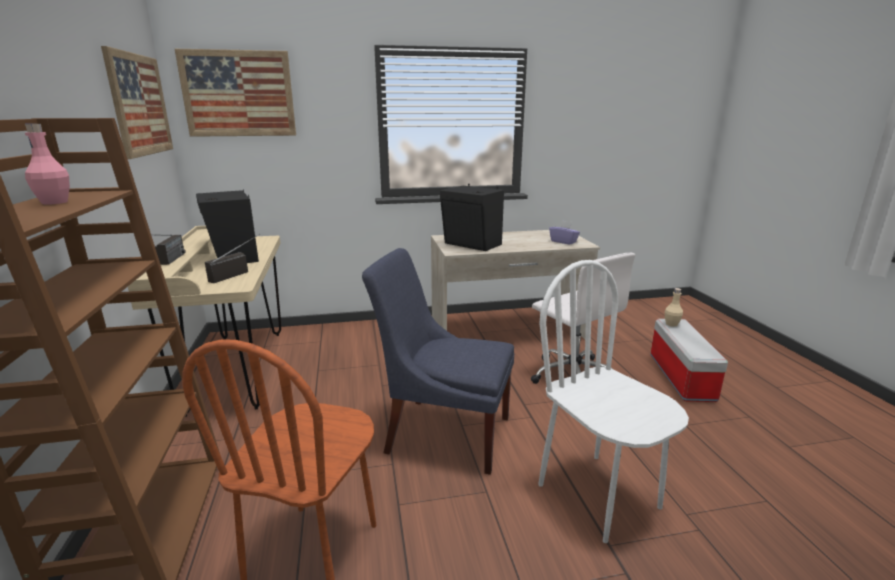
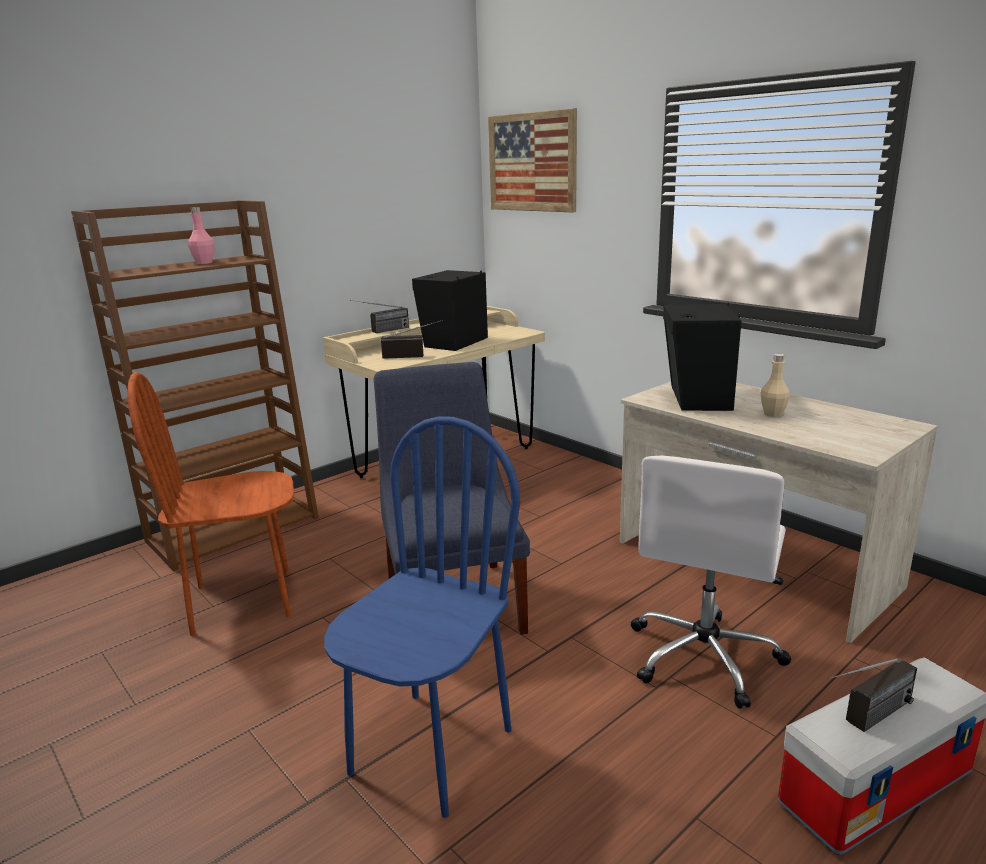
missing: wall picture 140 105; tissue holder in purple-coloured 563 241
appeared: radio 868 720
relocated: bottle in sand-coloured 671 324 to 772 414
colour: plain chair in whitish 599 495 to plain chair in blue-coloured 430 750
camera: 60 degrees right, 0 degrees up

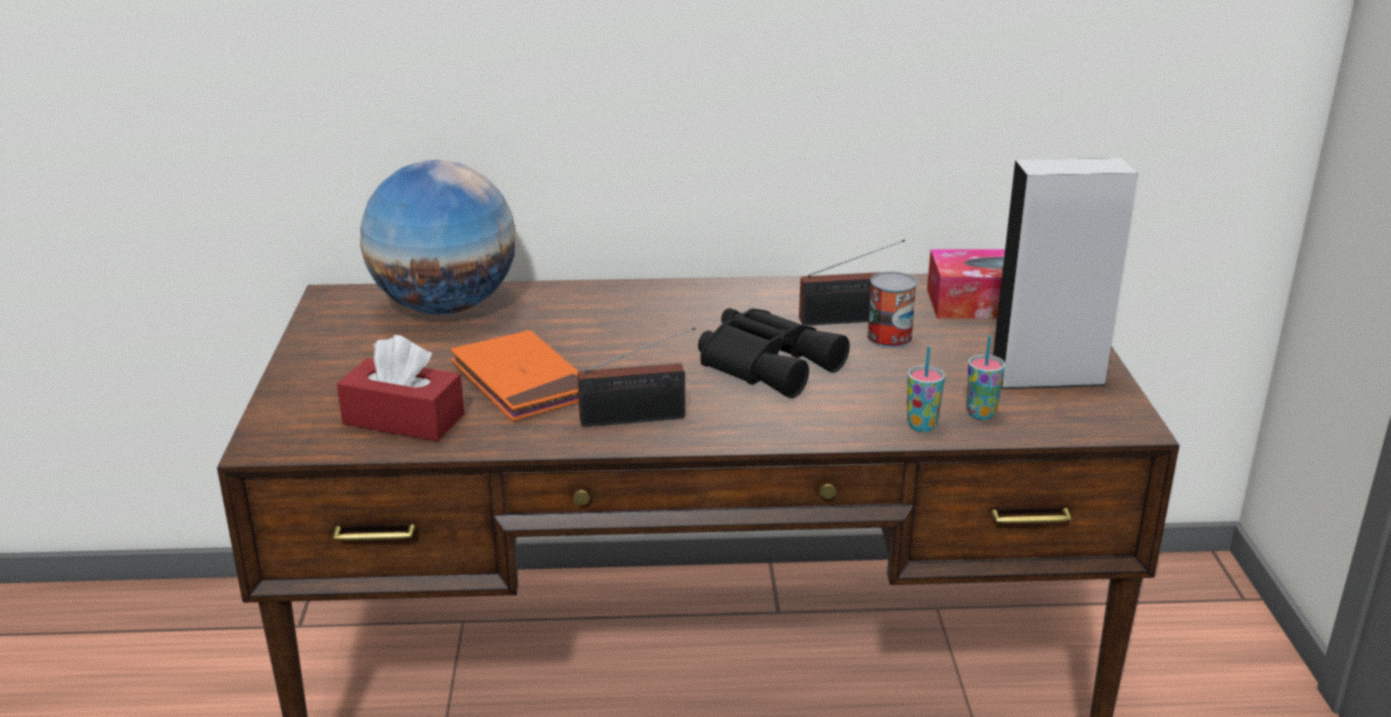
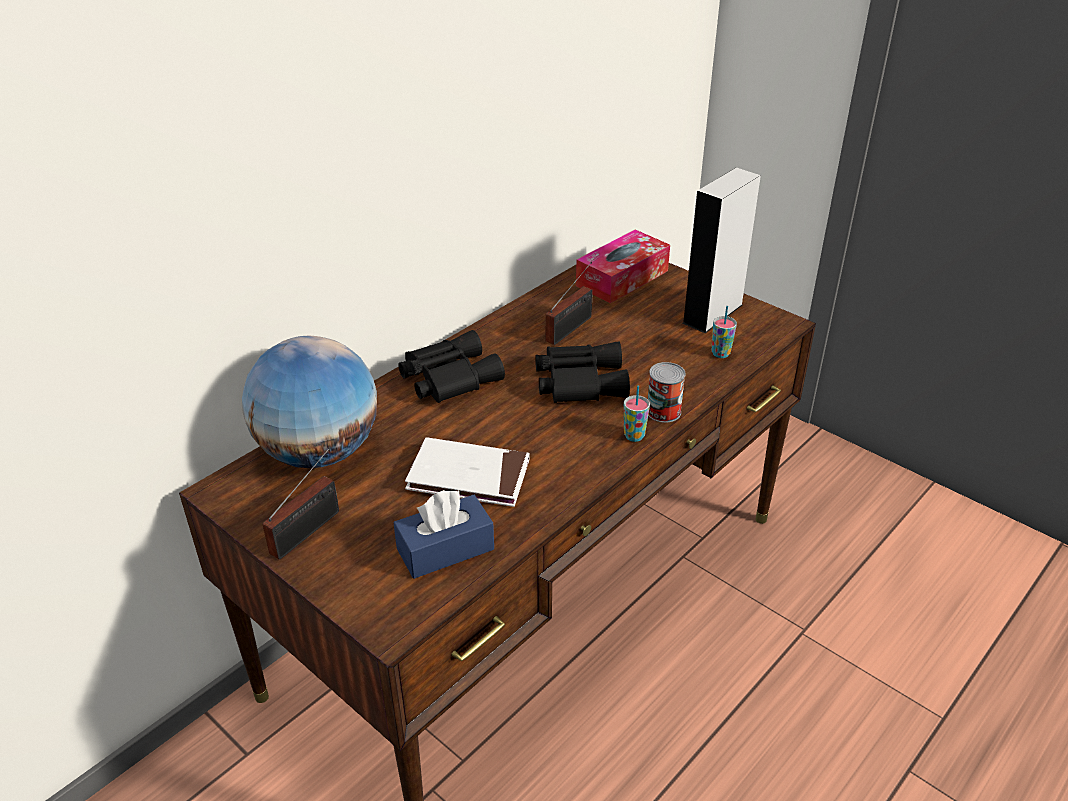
appeared: field glasses in black 447 377
relocated: radio 638 418 to 309 530; cup 921 426 to 634 436; metal can 889 337 to 663 411
colour: tissue holder in red 403 419 to tissue holder in blue-coloured 445 549; volume in orange 522 382 to volume in whitish 468 476
camera: 45 degrees left, 10 degrees up

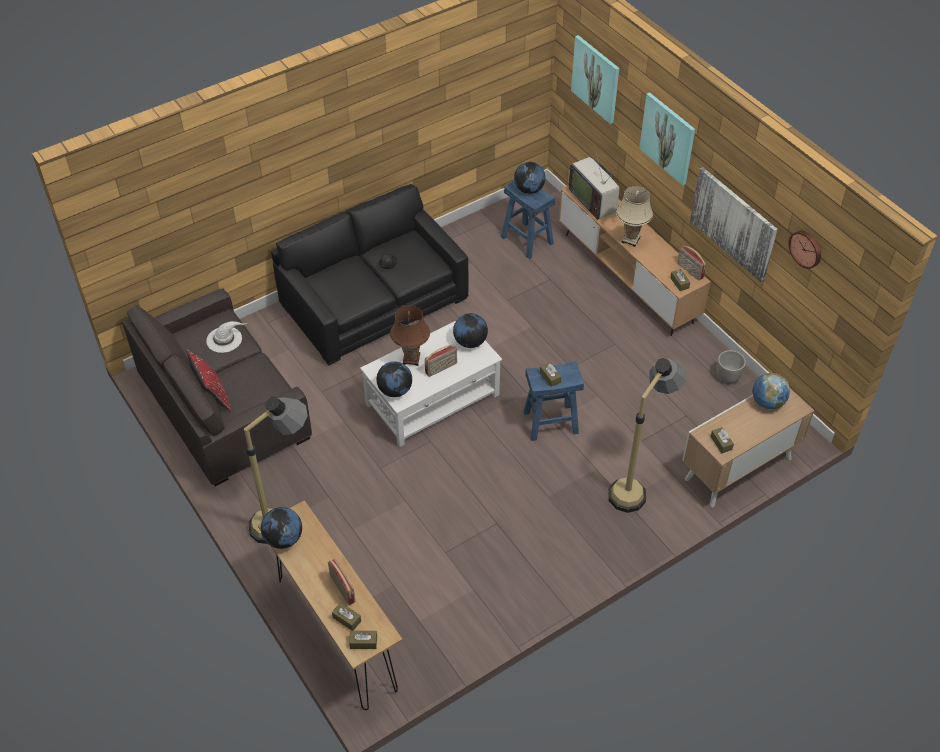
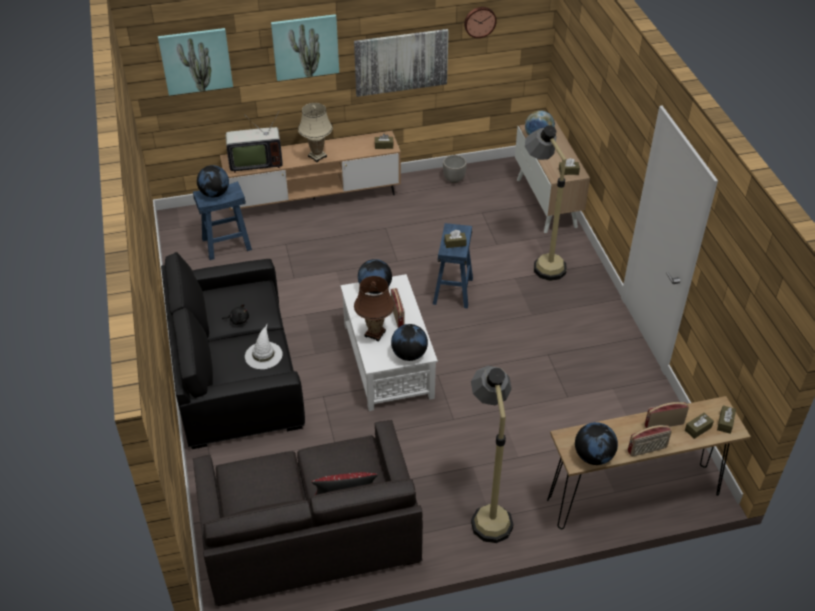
relocated: wearable hat in whitish 224 339 to 263 354; radio 689 271 to 647 450
camera: 70 degrees left, 5 degrees down

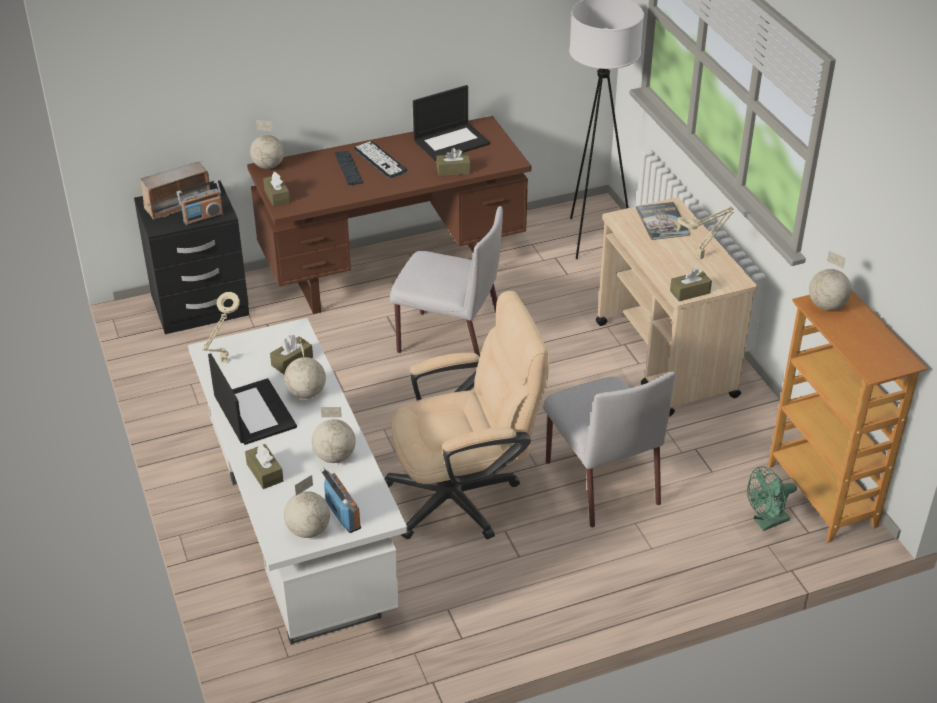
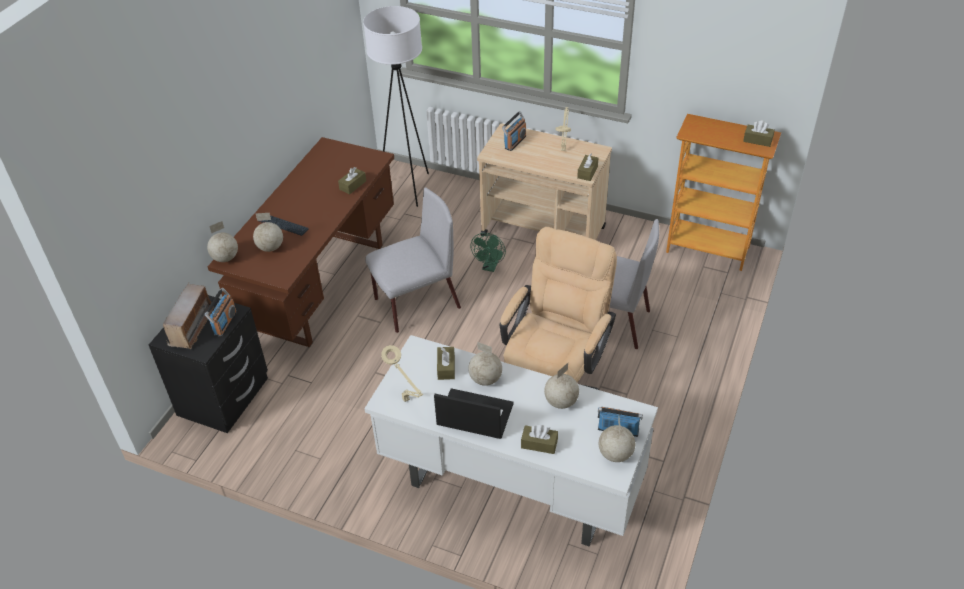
missing: computer keyboard 380 160; portable computer 451 141
relocated: world globe 827 306 to 271 248; cooling fan in greenish 766 522 to 490 267; tissue holder in brown-coloured 277 196 to 757 140
exchanged: volume 662 222 to radio 515 142
camera: 45 degrees left, 5 degrees up

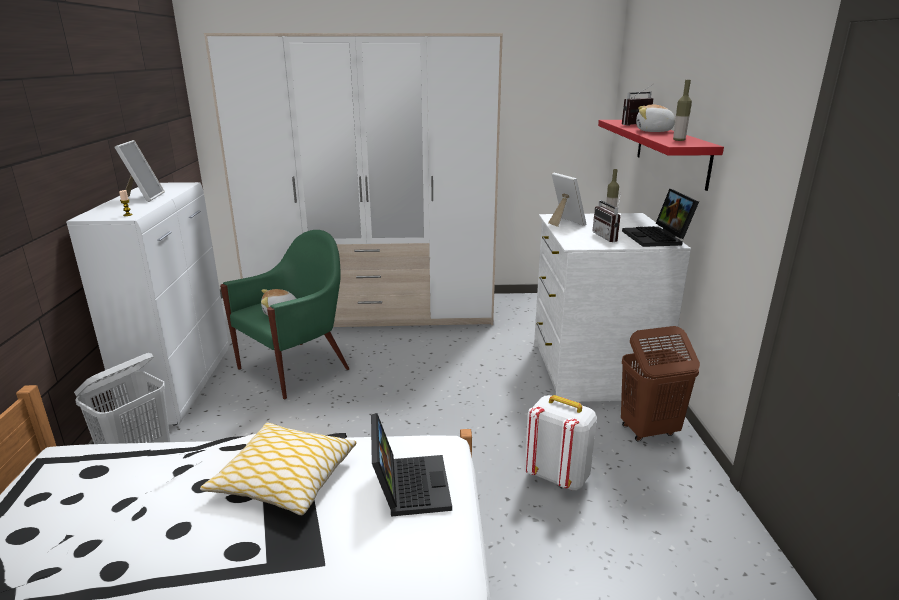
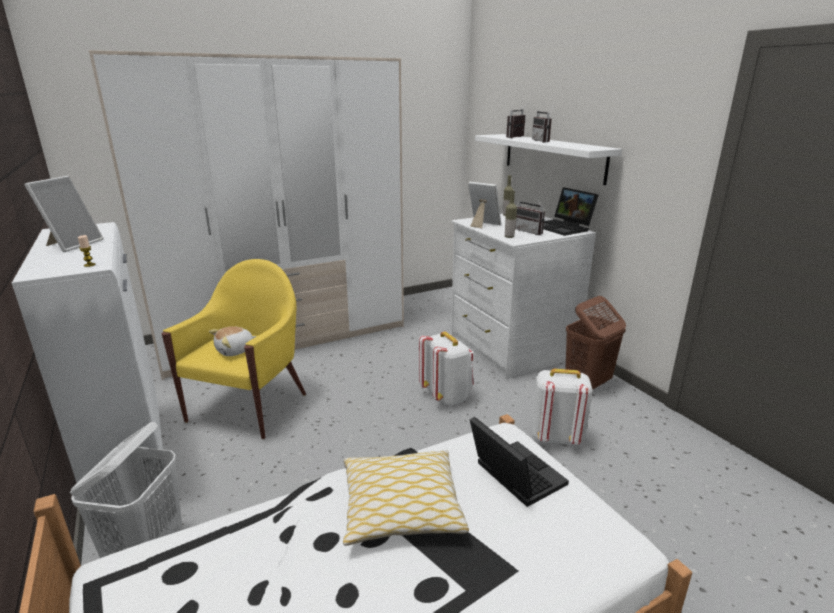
appeared: backpack in whitish 446 396
relocated: bottle 679 140 to 509 237
exchanged: plush toy 654 131 to radio 544 141
colour: lounge chair in greenish 296 368 to lounge chair in yellow 250 406; shelf in red 671 151 to shelf in whitish 553 157
spun: picture frame 143 197 = 72 244 45 degrees clockwise
camera: 25 degrees left, 0 degrees up

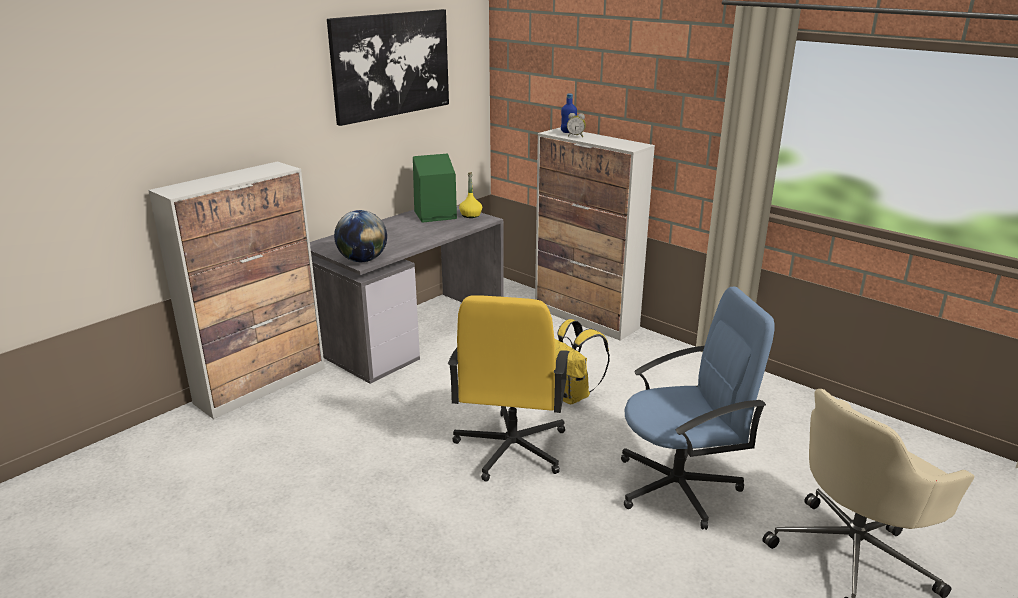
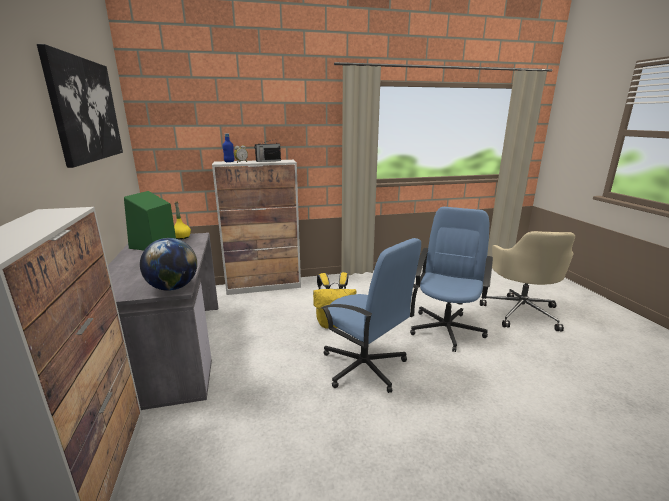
appeared: radio 268 161
colour: computer chair in yellow 511 449 to computer chair in blue-coloured 364 367
camera: 55 degrees left, 5 degrees down

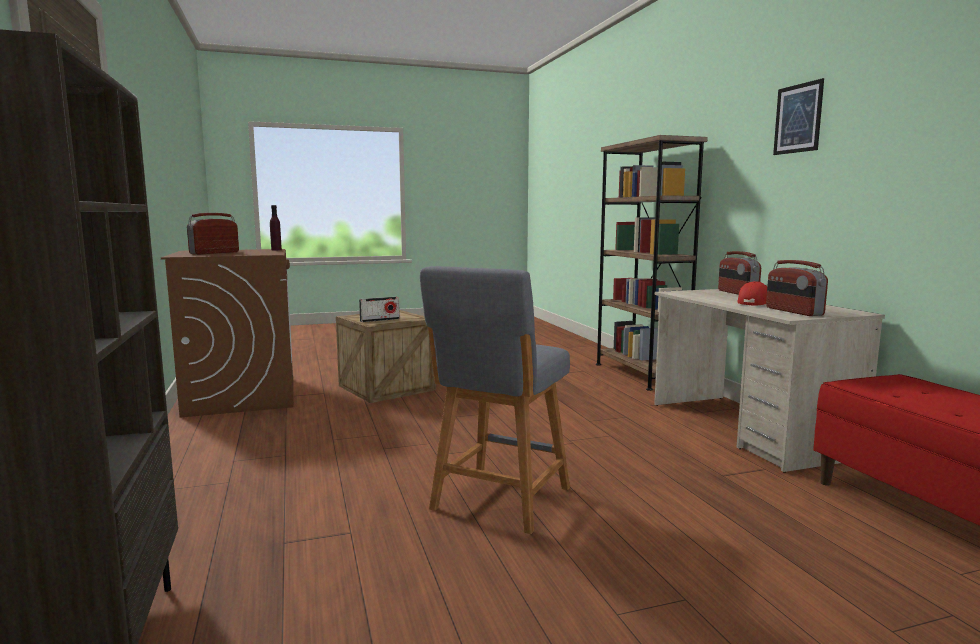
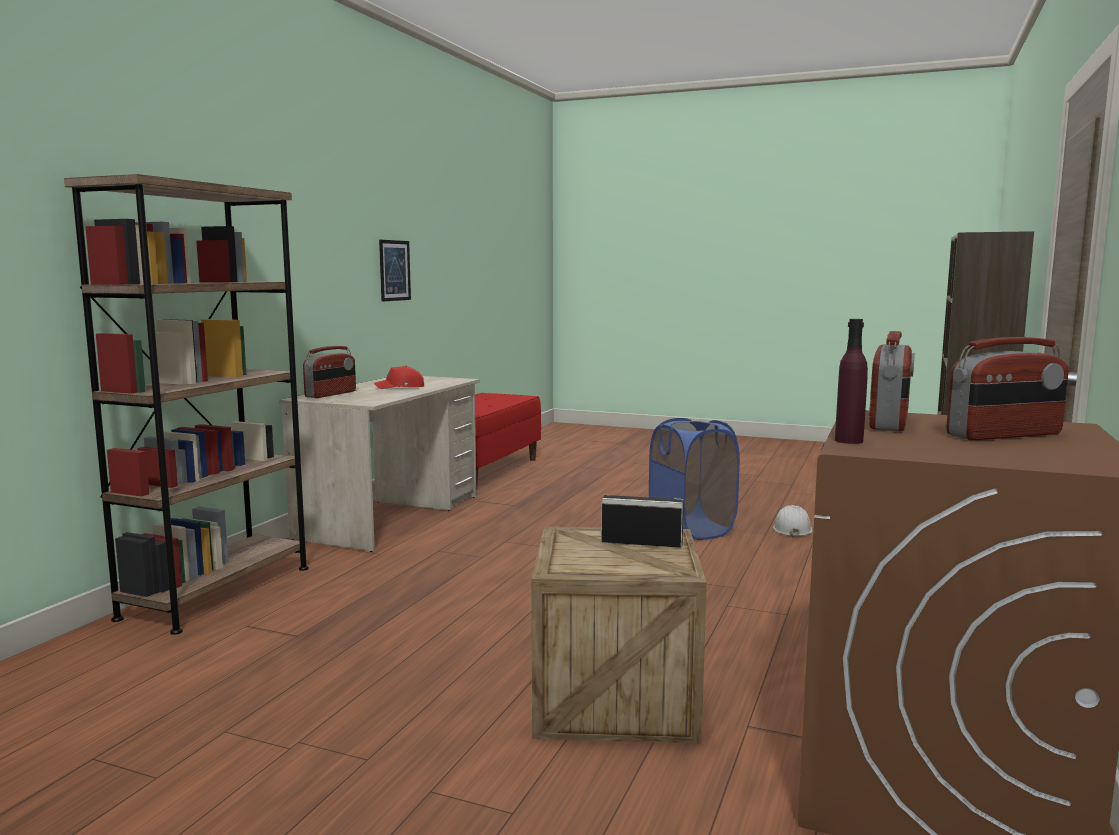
appeared: hard hat in whitish 792 529
relocated: wall picture 798 118 to 394 270; radio 793 311 to 890 422
exchanged: stool seat in greyish 498 501 to laundry basket in blue-coloured 691 529
camera: 140 degrees left, 0 degrees up

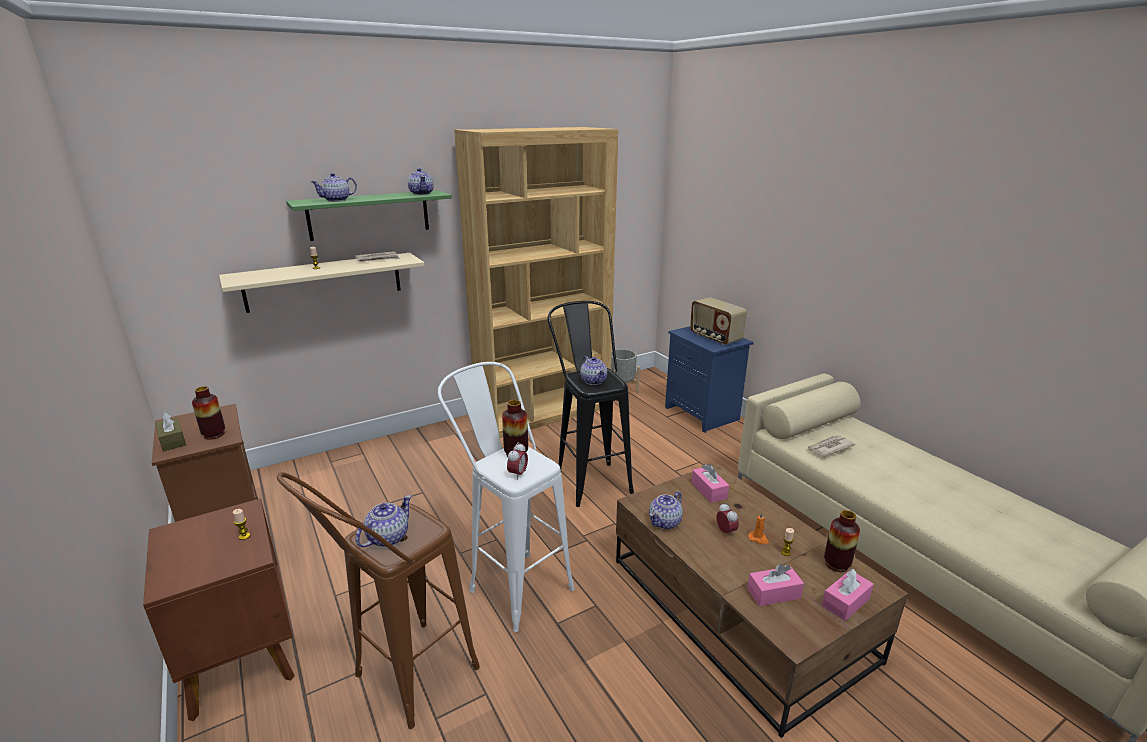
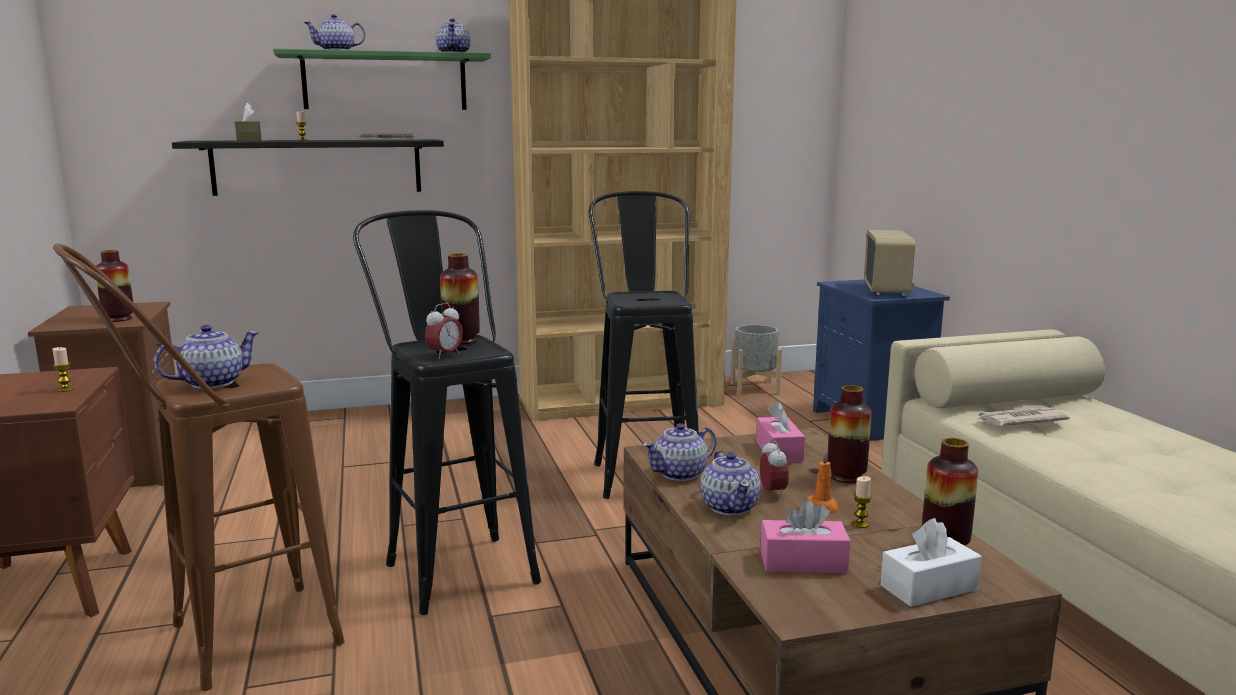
appeared: decorative vase 846 477
relocated: tissue holder in brown-coloured 172 440 to 249 140; tea pot 593 381 to 730 507
colour: shelf in sand-coloured 324 281 to shelf in black 317 167; stool seat in whitish 511 582 to stool seat in black 453 563; tissue holder in pinkish 845 602 to tissue holder in whitish 929 587
spun: radio 715 338 = 887 290 150 degrees counterclockwise
camera: 15 degrees right, 10 degrees down

